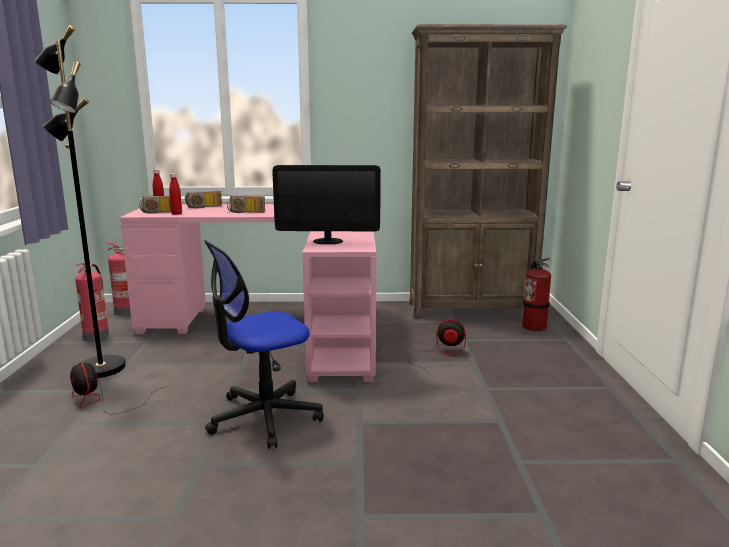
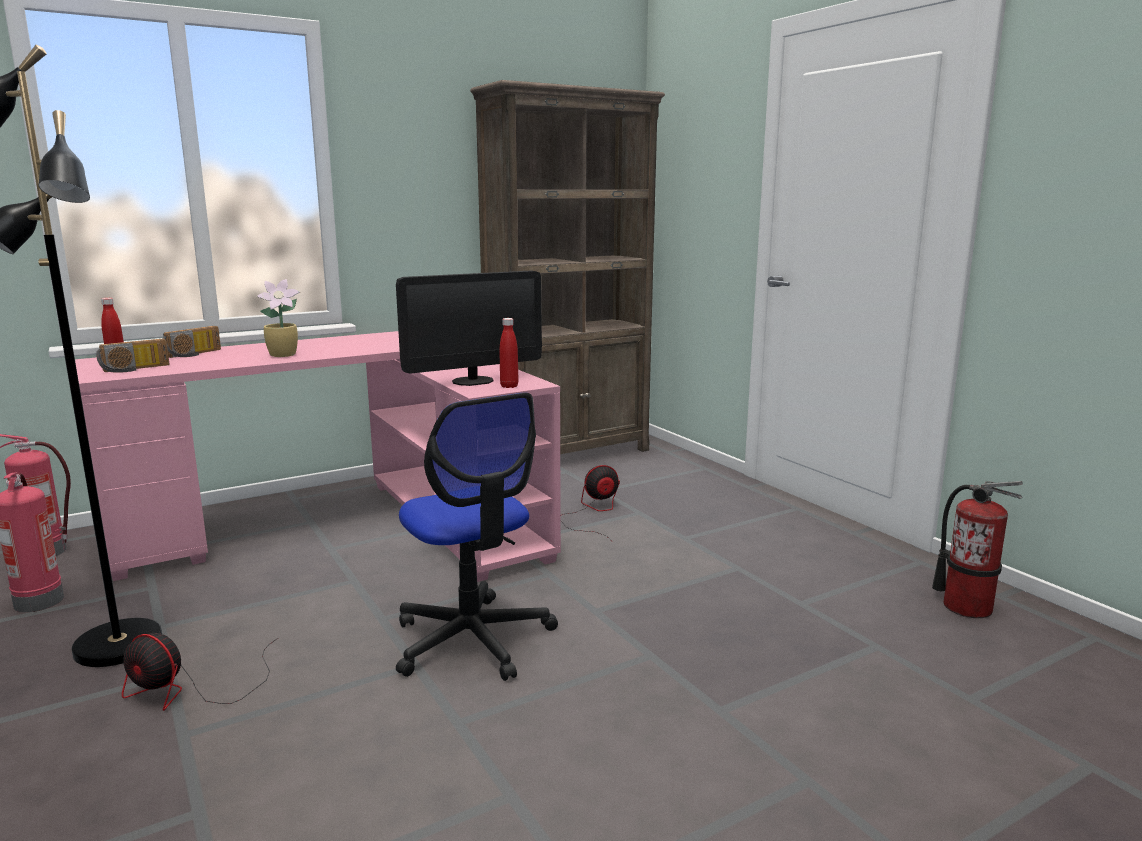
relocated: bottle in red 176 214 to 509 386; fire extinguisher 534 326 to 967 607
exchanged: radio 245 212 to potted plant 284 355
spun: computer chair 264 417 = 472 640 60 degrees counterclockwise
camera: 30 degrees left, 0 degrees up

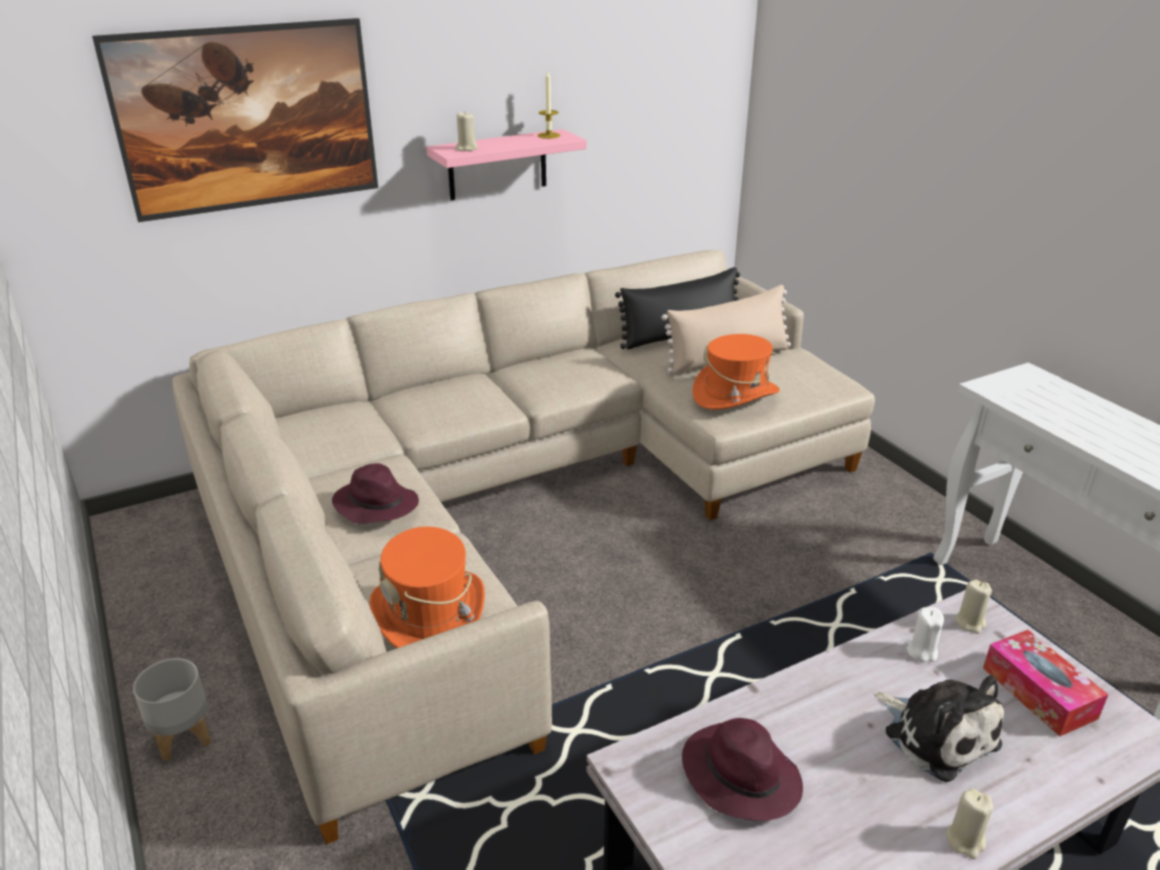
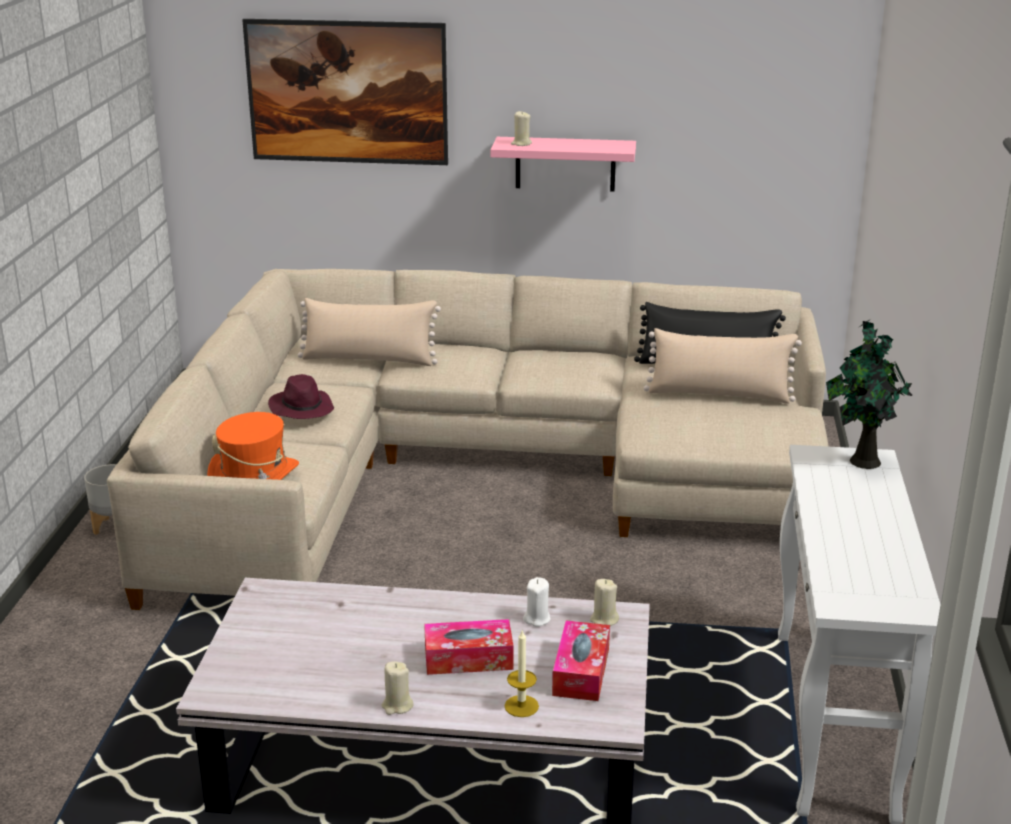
missing: wearable hat in purple-coloured 739 775; wearable hat in orange 735 394
appeared: throw pillow in sand-coloured 369 359; potted plant 862 461
relocated: wax light 548 135 to 521 706
exchanged: plush toy 936 734 to tissue holder 468 658
camera: 35 degrees right, 5 degrees down

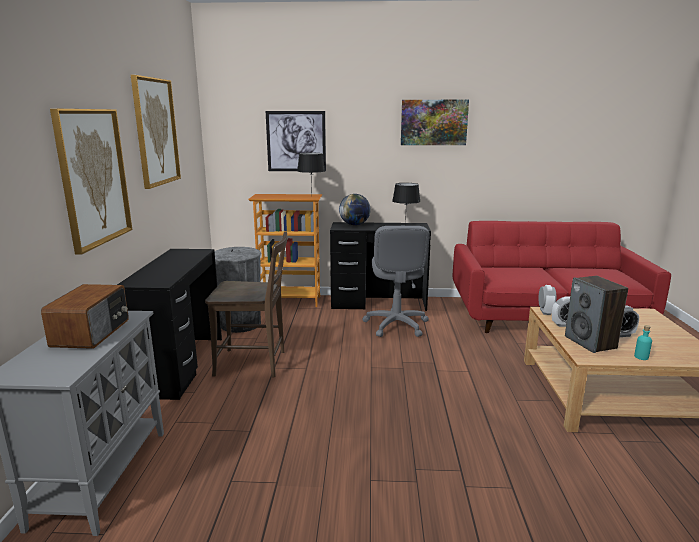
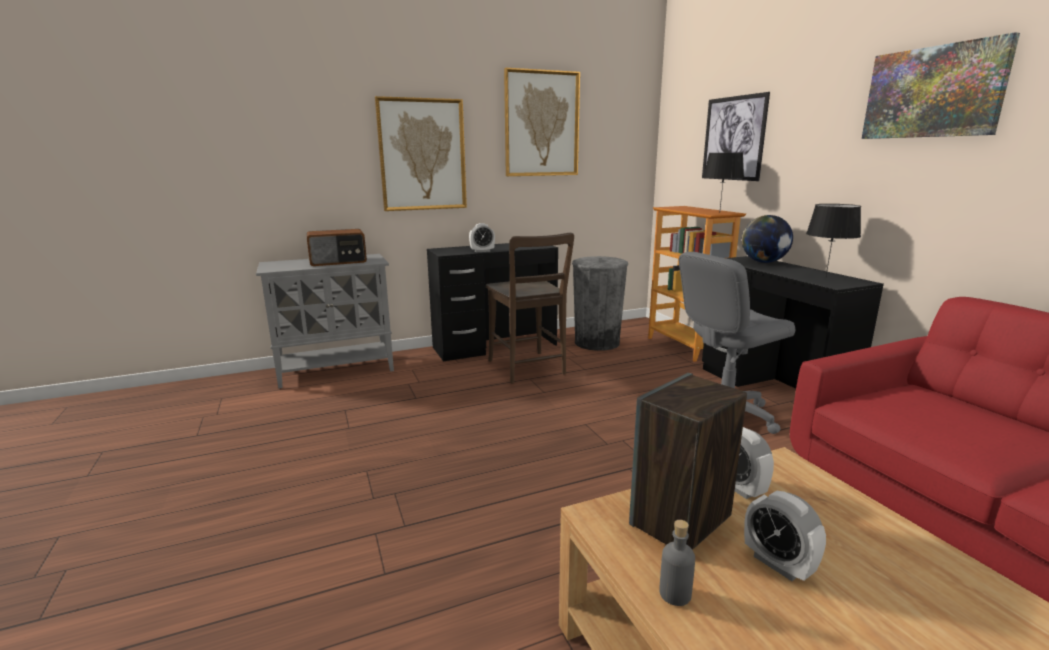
relocated: table clock 545 312 to 482 251
colour: bottle in turquoise-coloured 641 357 to bottle in greyish 675 594
camera: 65 degrees right, 0 degrees up

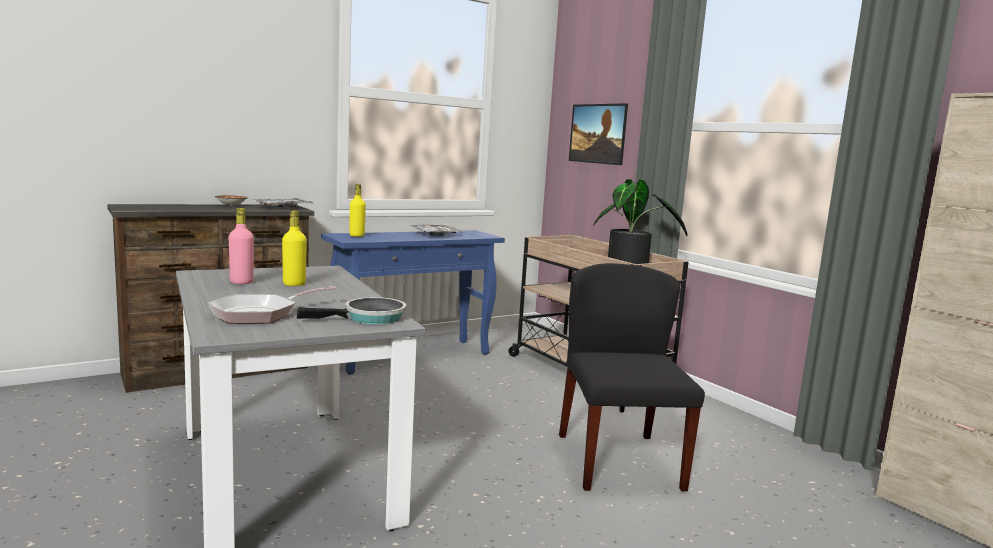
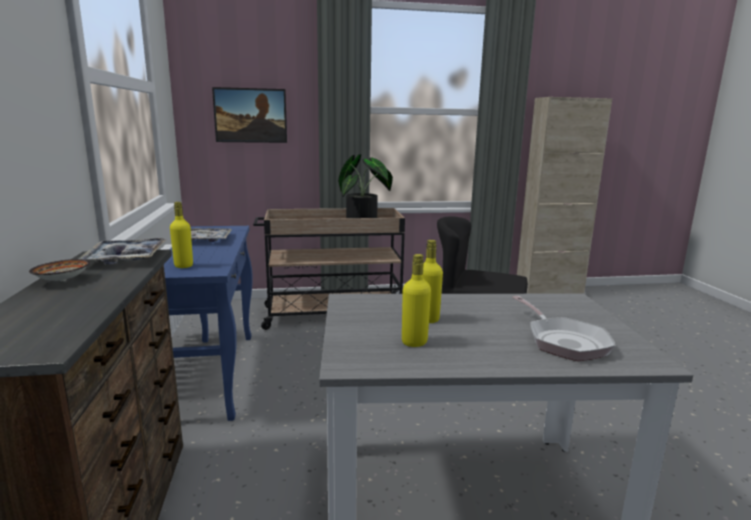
missing: skillet 369 318
colour: bottle in pinkish 241 282 to bottle in yellow 414 342
camera: 65 degrees left, 5 degrees up

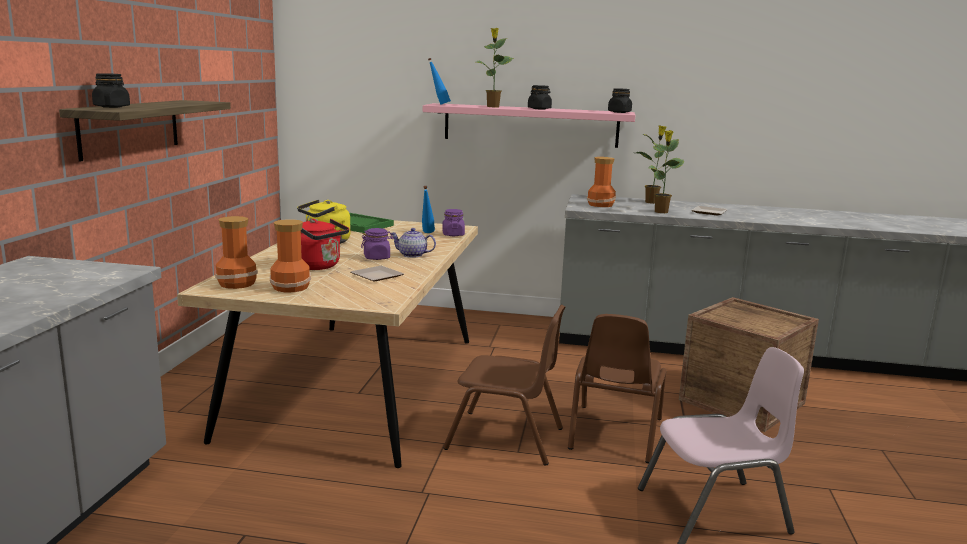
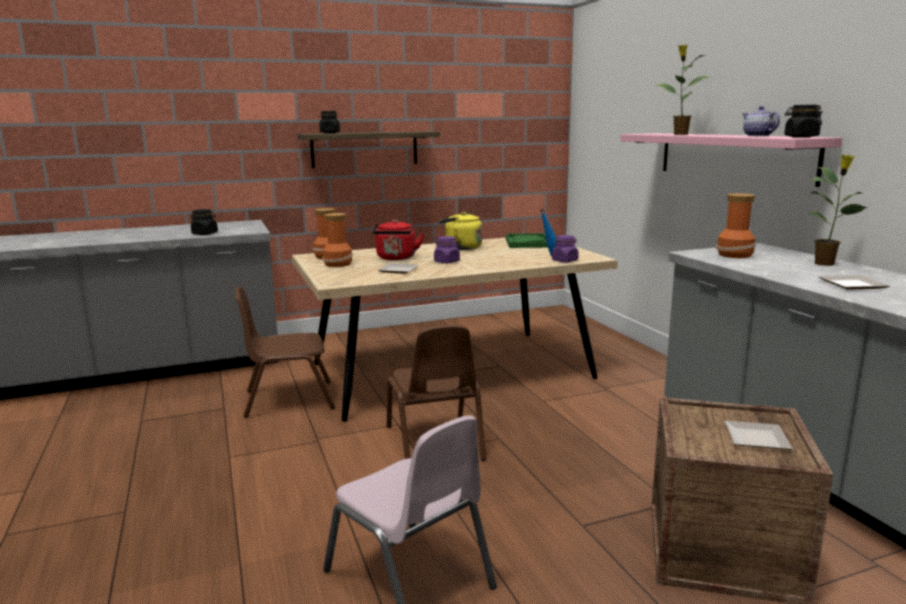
missing: bottle in blue-coloured 438 104; potted plant 661 212
appeared: plate 755 439
relocated: jar in black 539 109 to 205 234; plain chair in brown-coloured 614 433 to 289 399; tea pot 412 255 to 758 136
camera: 60 degrees right, 0 degrees up

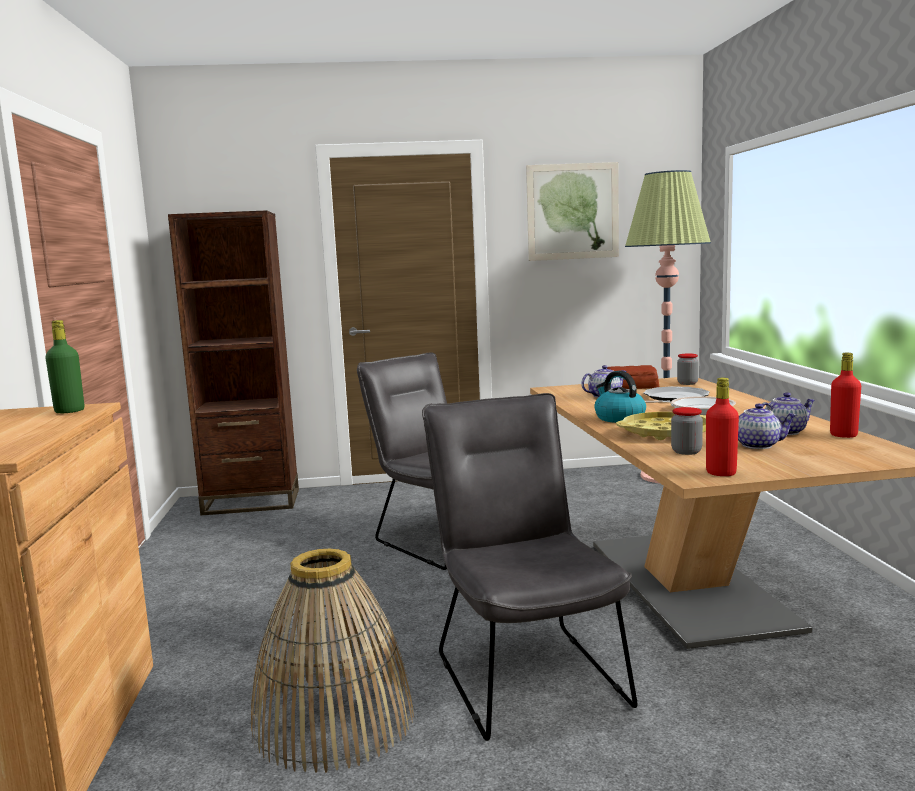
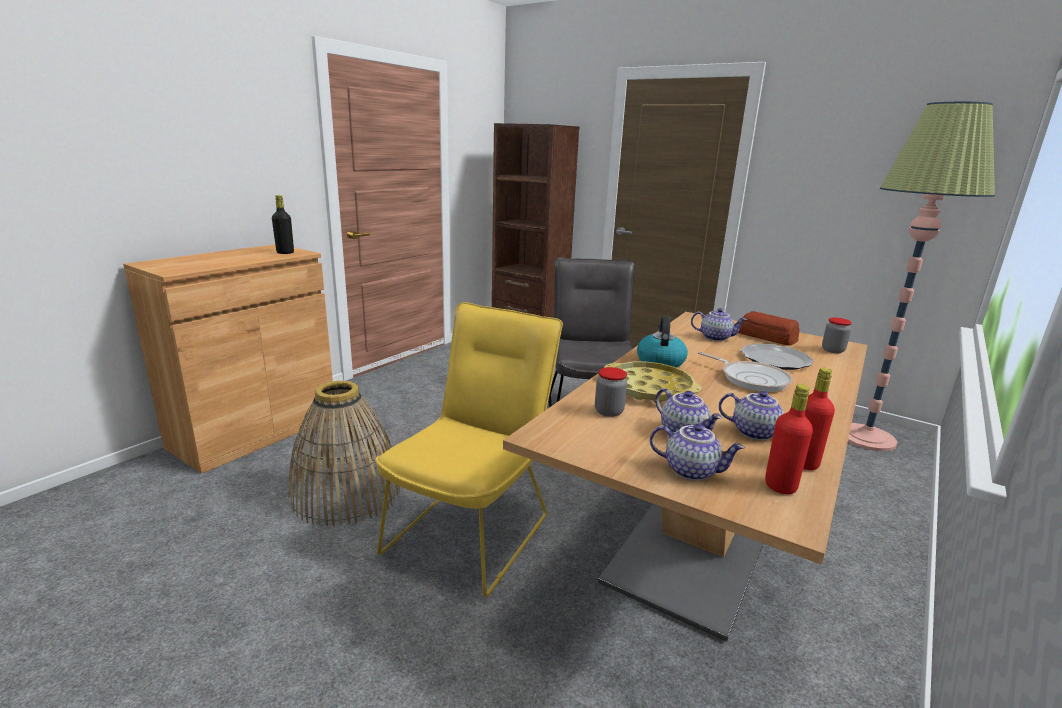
missing: wall picture 572 211
appeared: tea pot 691 470
relocated: bottle in red 721 473 to 780 486
colour: bottle in greenish 69 411 to bottle in black 285 253; plain chair in greyish 525 671 to plain chair in yellow 474 528
camera: 40 degrees right, 10 degrees up

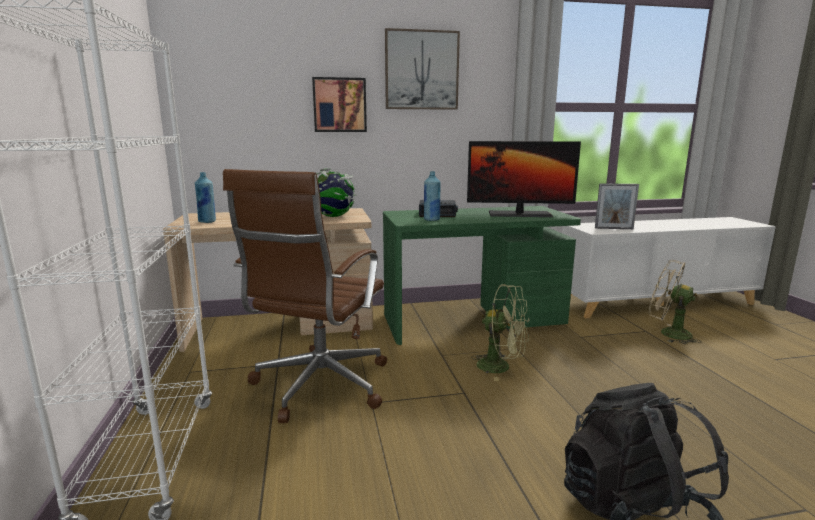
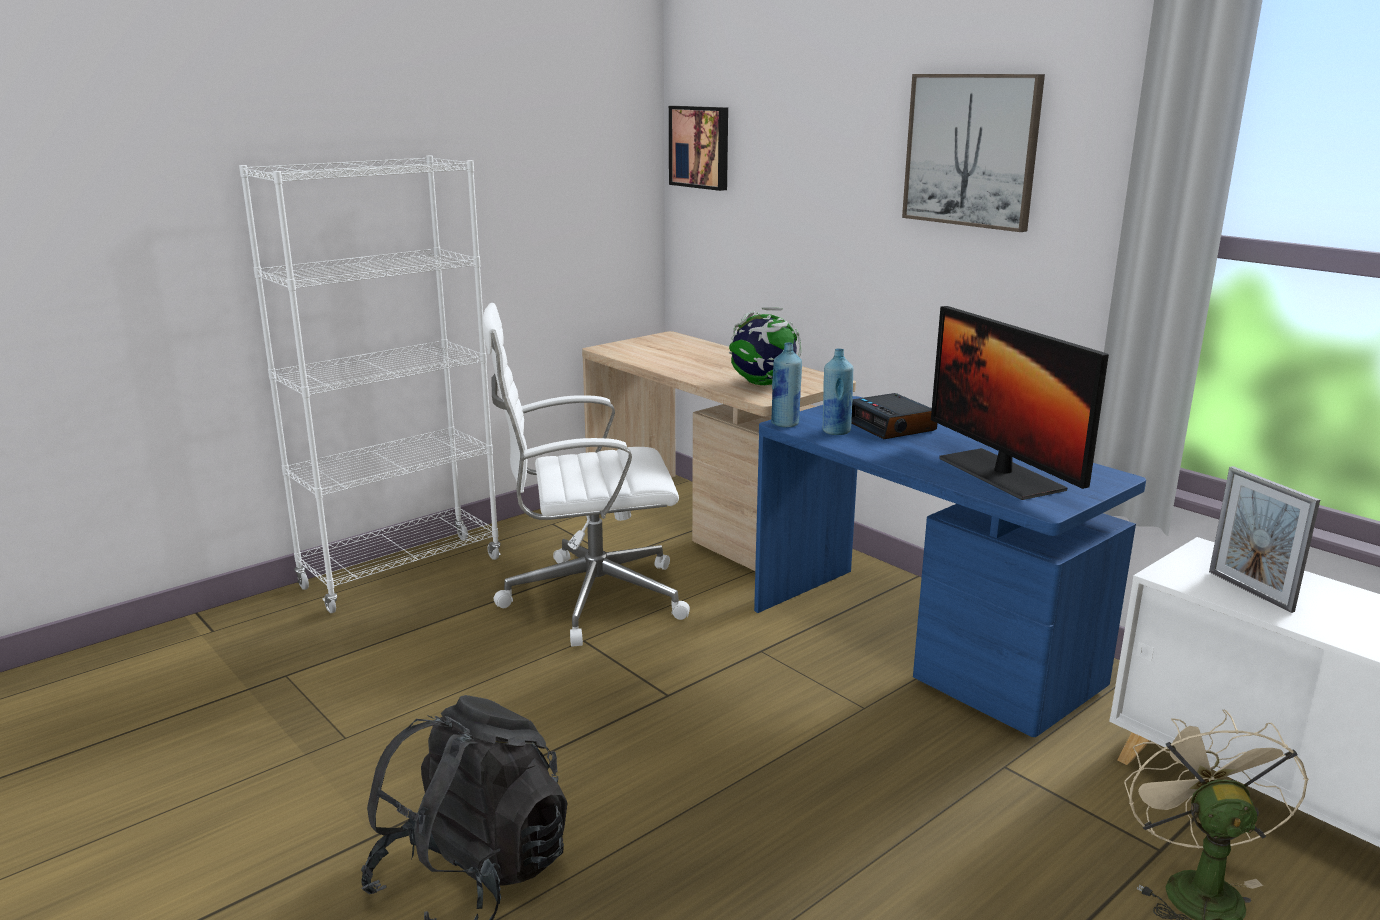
missing: cooling fan in greenish 501 367
relocated: wall picture 339 105 to 701 147; bottle in blue-coloured 207 222 to 785 424
colour: computer chair in brown-coloured 318 386 to computer chair in whitish 588 598; desk in greenish 473 321 to desk in blue-coloured 921 645
camera: 60 degrees right, 5 degrees up

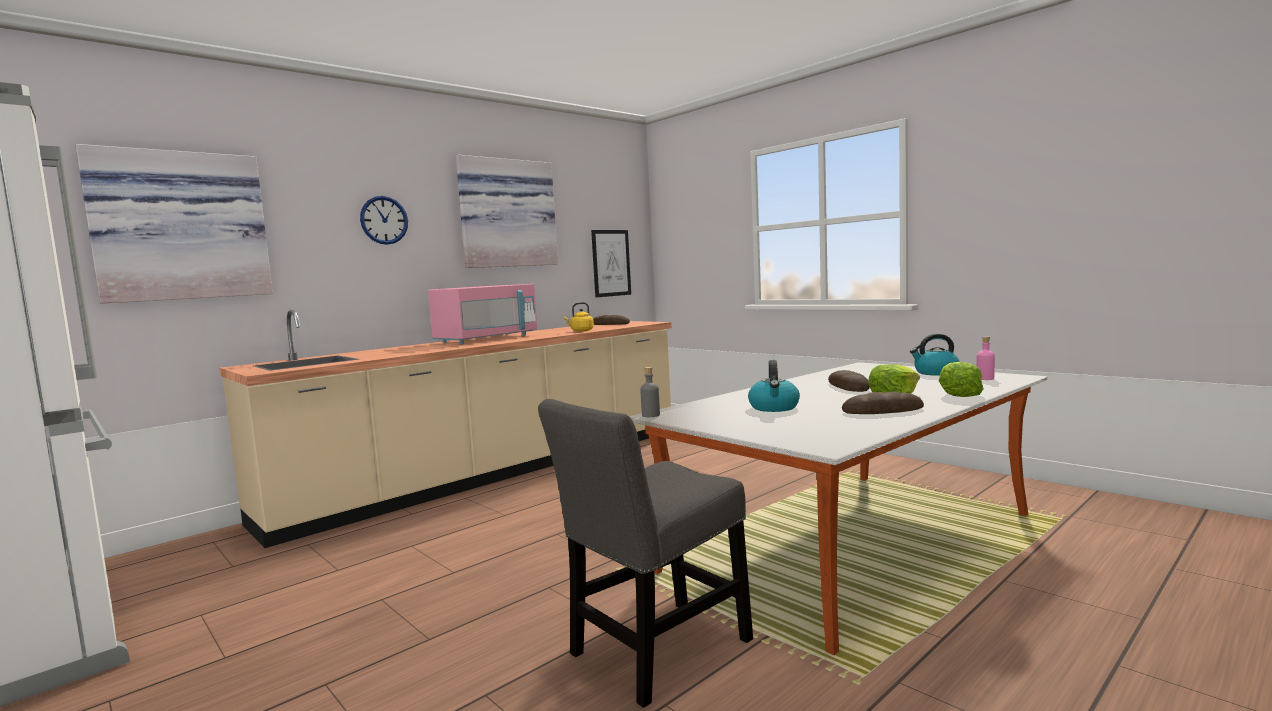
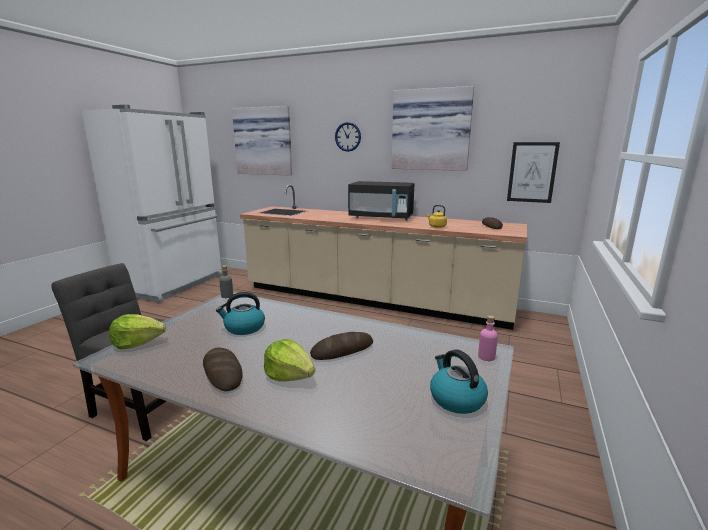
relocated: lettuce head 958 394 to 137 343; bottle in pinkish 985 378 to 486 356
colour: microwave oven in pinkish 487 339 to microwave oven in black 381 218
camera: 65 degrees right, 10 degrees up

